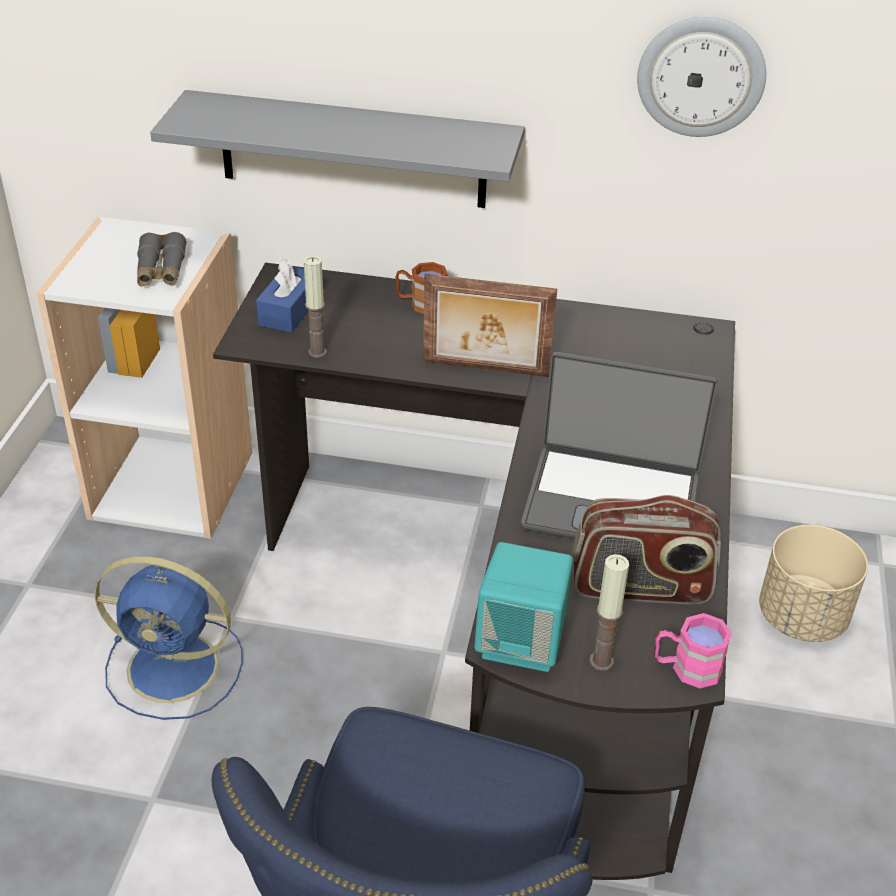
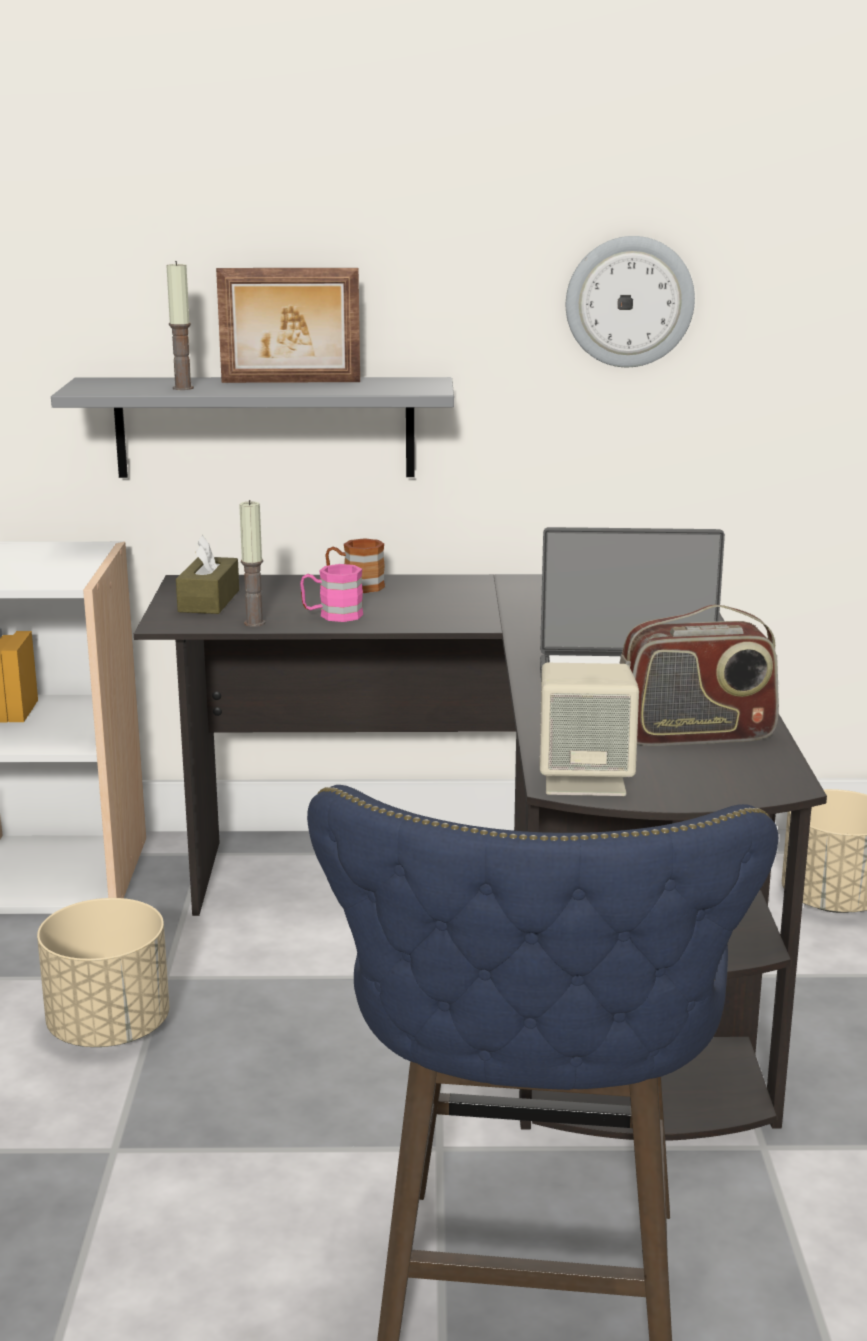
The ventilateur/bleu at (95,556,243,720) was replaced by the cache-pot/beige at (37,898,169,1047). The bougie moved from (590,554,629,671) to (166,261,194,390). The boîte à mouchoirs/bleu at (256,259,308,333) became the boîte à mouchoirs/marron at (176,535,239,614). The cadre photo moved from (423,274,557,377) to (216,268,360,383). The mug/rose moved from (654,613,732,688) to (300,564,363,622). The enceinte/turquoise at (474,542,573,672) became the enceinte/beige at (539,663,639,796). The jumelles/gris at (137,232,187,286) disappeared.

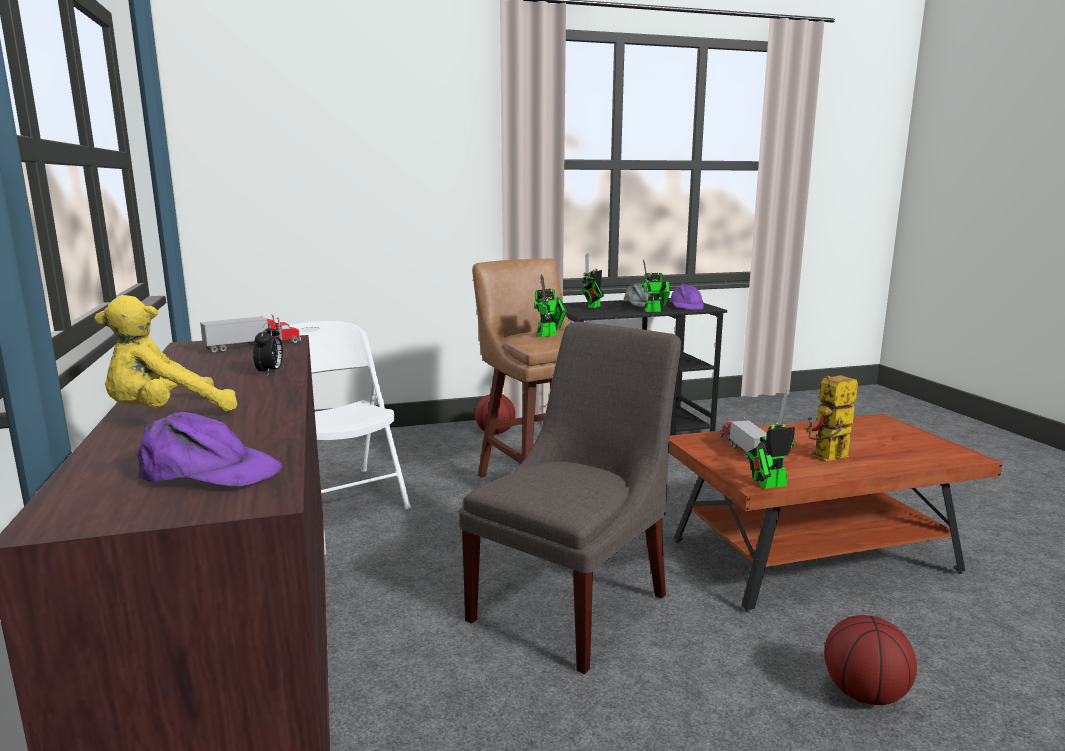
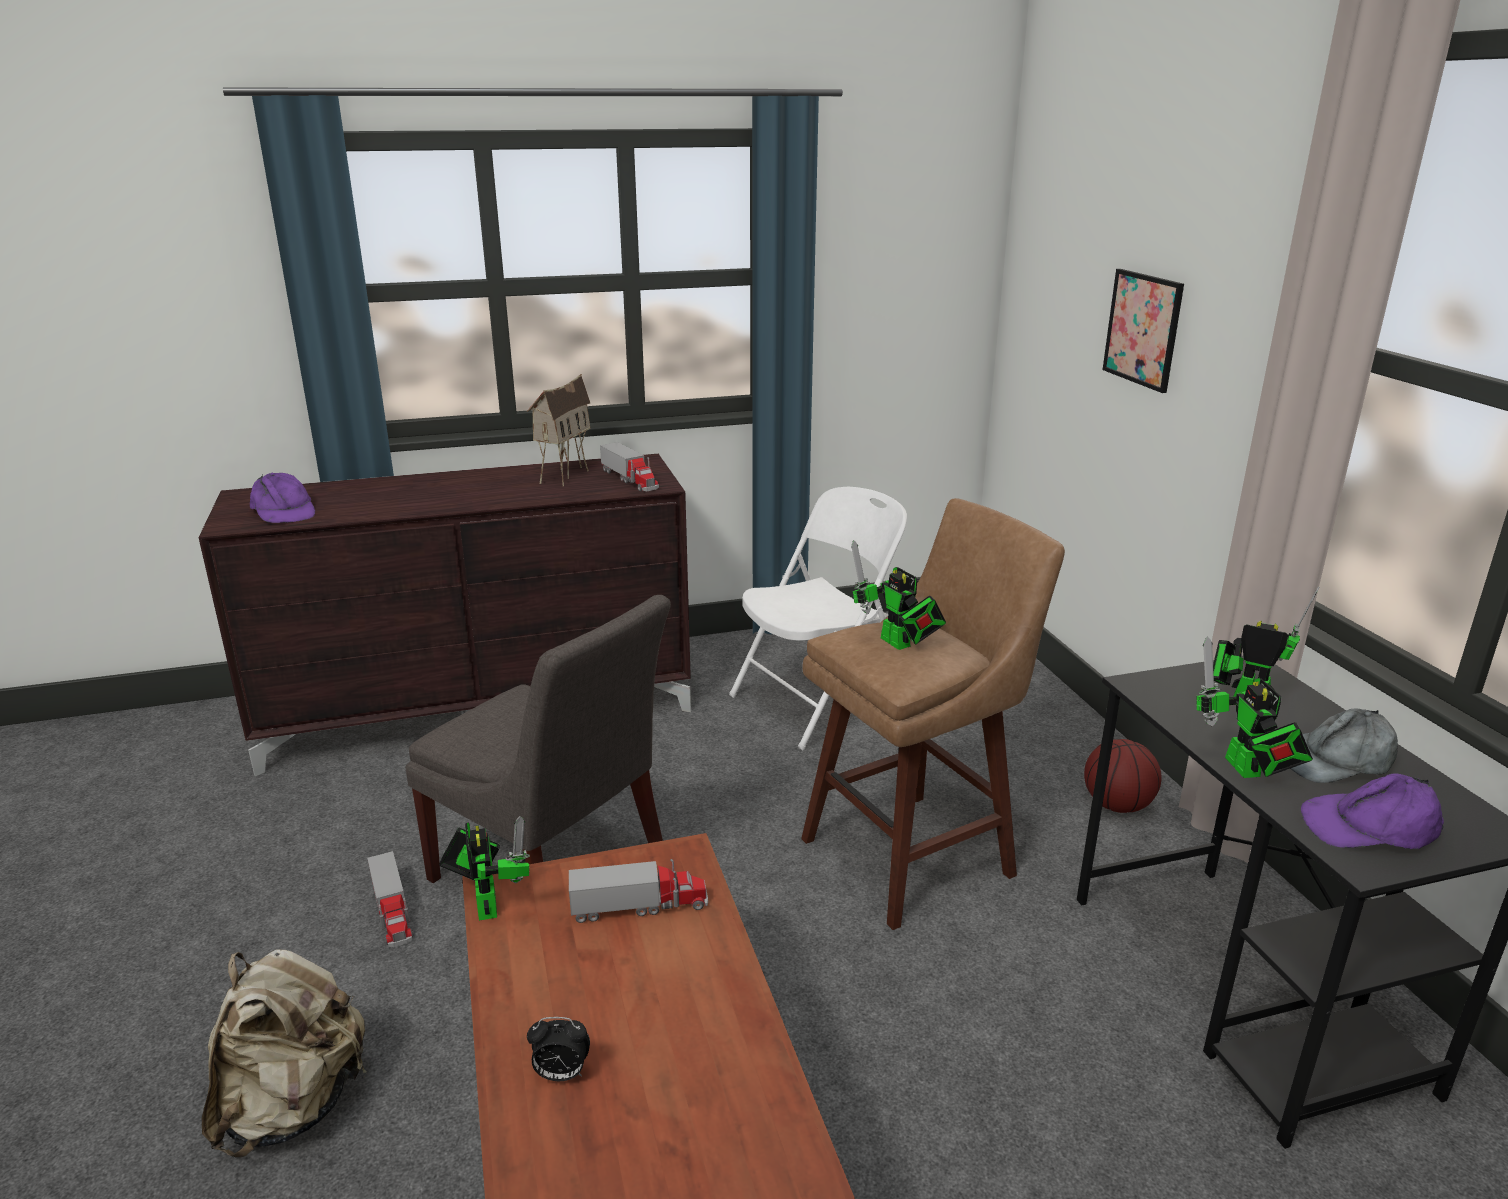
The ballon de basket at (824,615,917,705) was replaced by the sac à dos/beige at (202,949,367,1158). The casquette/violet at (137,412,282,487) turned 45 degrees counterclockwise. The camion jouet at (368,851,413,947) appeared. The maison miniature at (527,374,590,487) appeared. The réveil moved from (253,322,283,374) to (527,1017,590,1081). The tableau at (1103,269,1184,393) appeared. The peluche/jaune at (95,295,237,412) disappeared. The robot jouet at (805,375,858,461) disappeared.

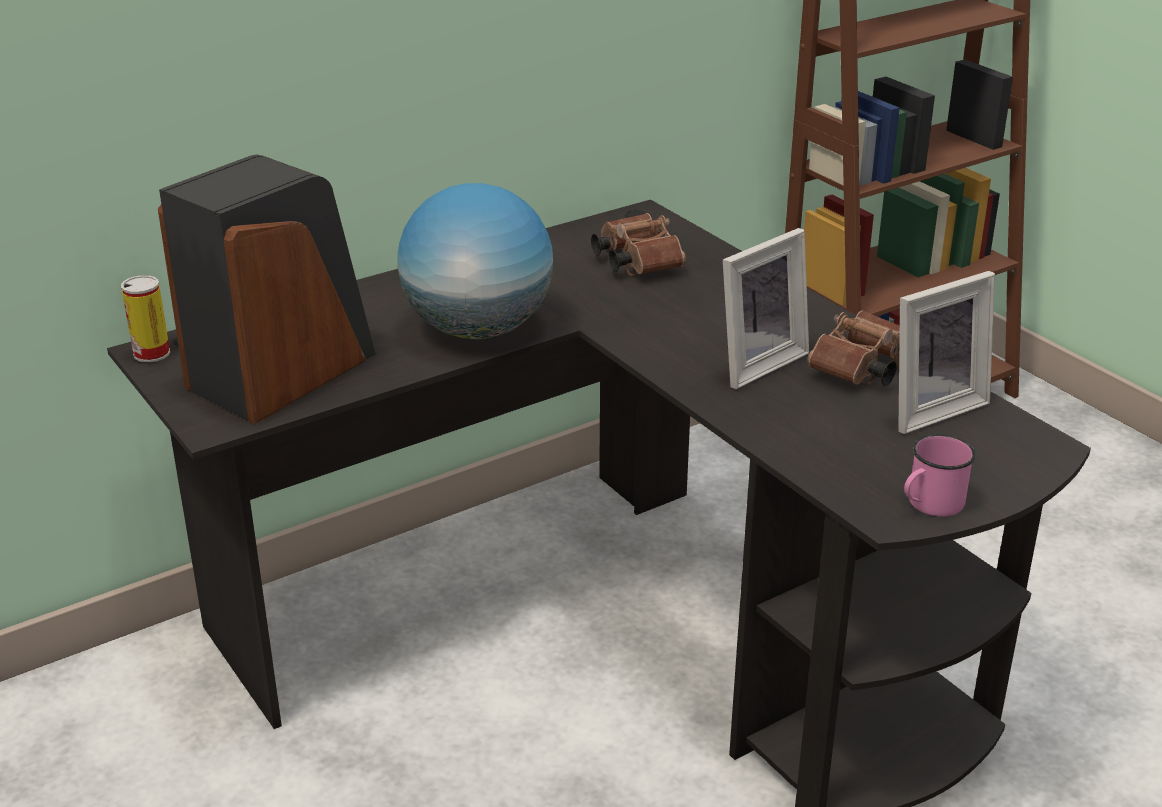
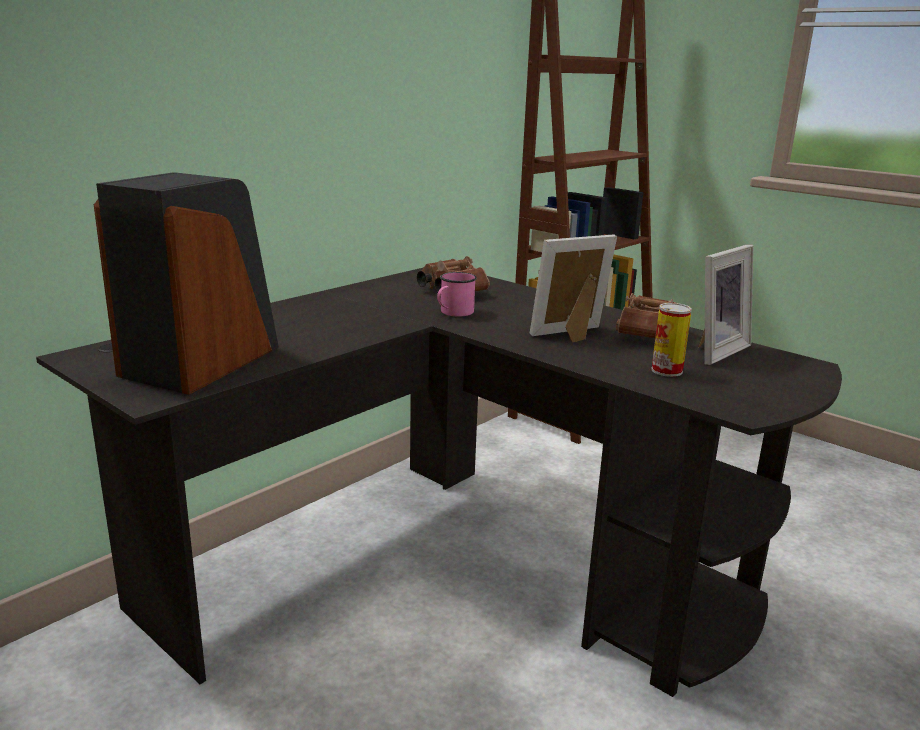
The mug/rose moved from (904,434,976,516) to (437,272,477,317). The cadre photo at (723,228,809,389) turned 150 degrees counterclockwise. The boîte métallique moved from (121,275,170,362) to (652,303,692,377). The globe at (397,183,553,339) disappeared.

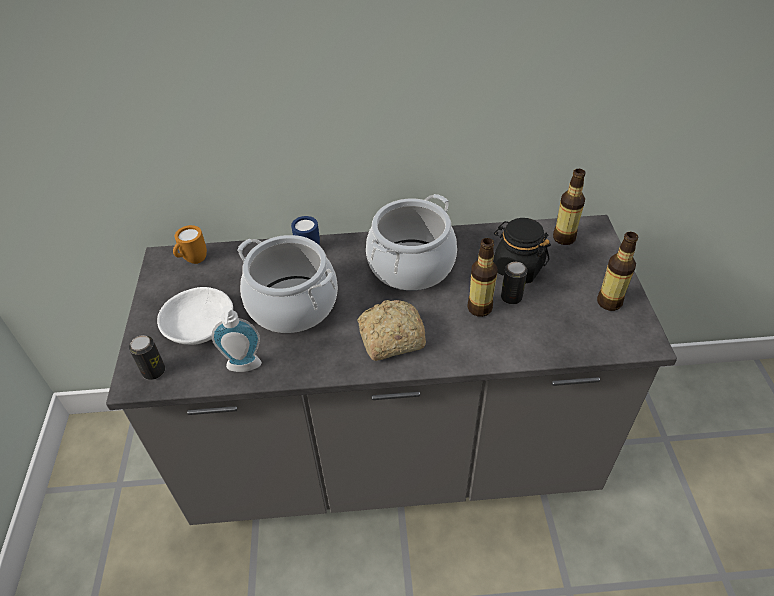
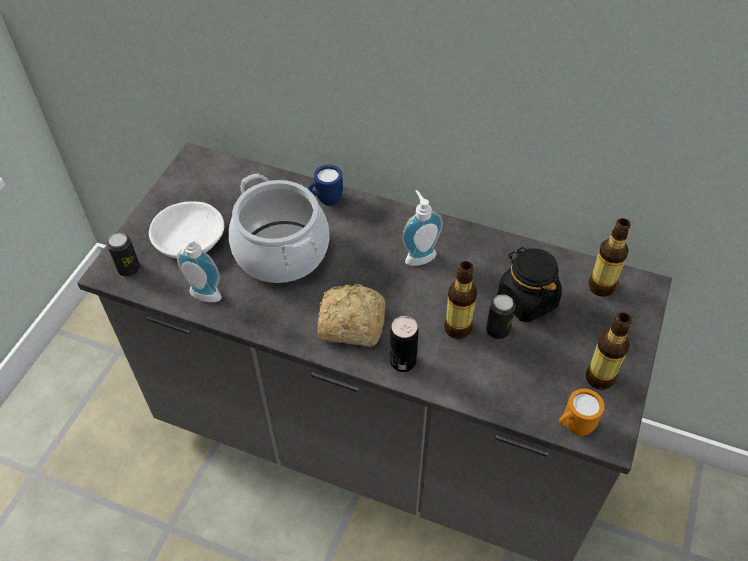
The boîte métallique at (390,316,418,372) appeared. The marmite at (366,194,457,291) was replaced by the distributeur de savon at (402,190,443,266). The mug/orange moved from (173,225,207,264) to (559,389,605,436).

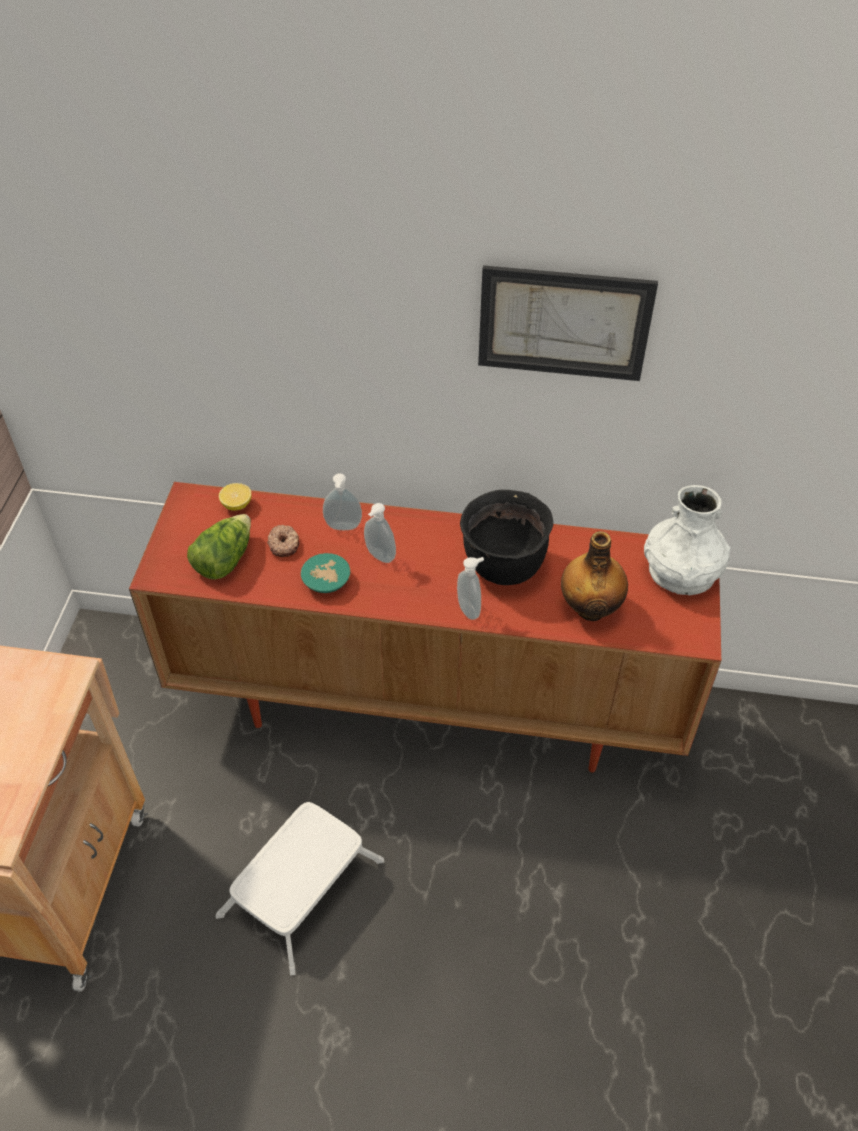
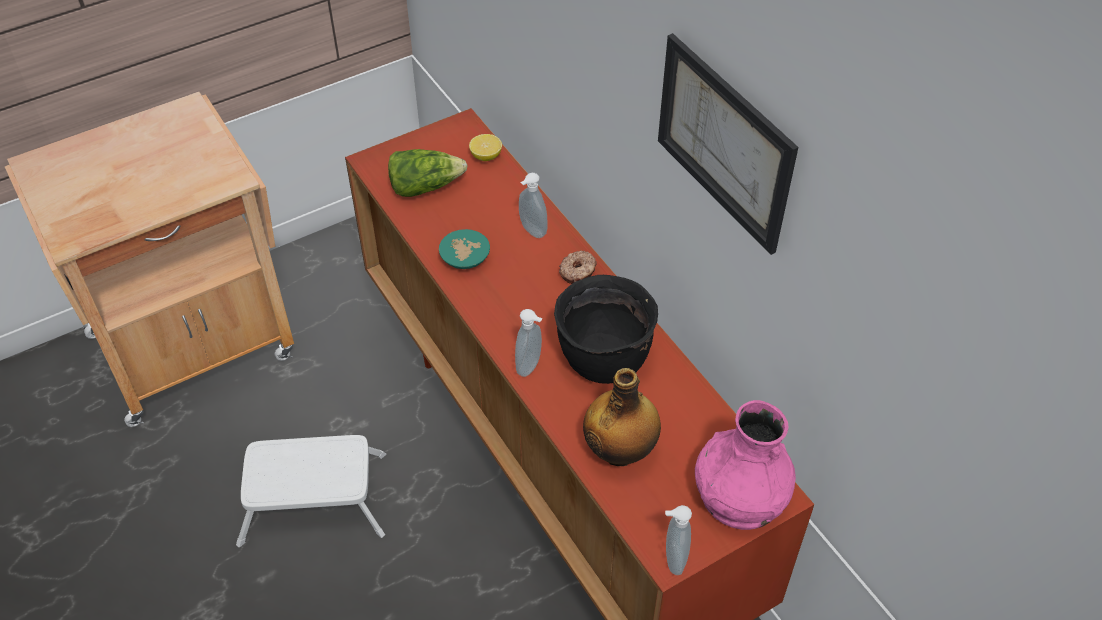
The beignet moved from (267,525,299,557) to (559,250,597,284). The distributeur de savon moved from (364,503,396,563) to (665,505,692,575). The vase/blanc at (644,485,730,595) became the vase/rose at (695,400,796,530).

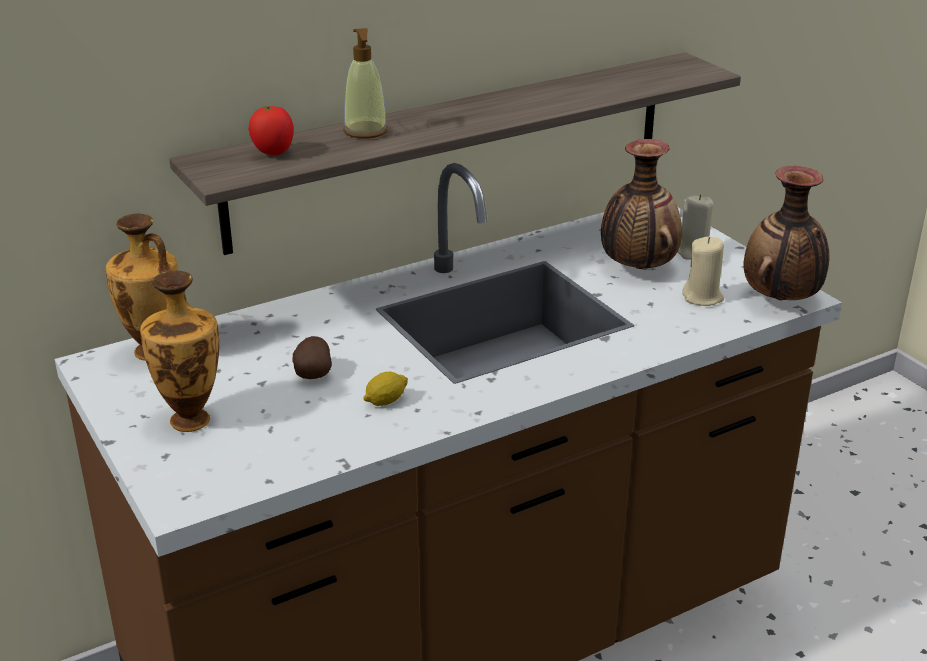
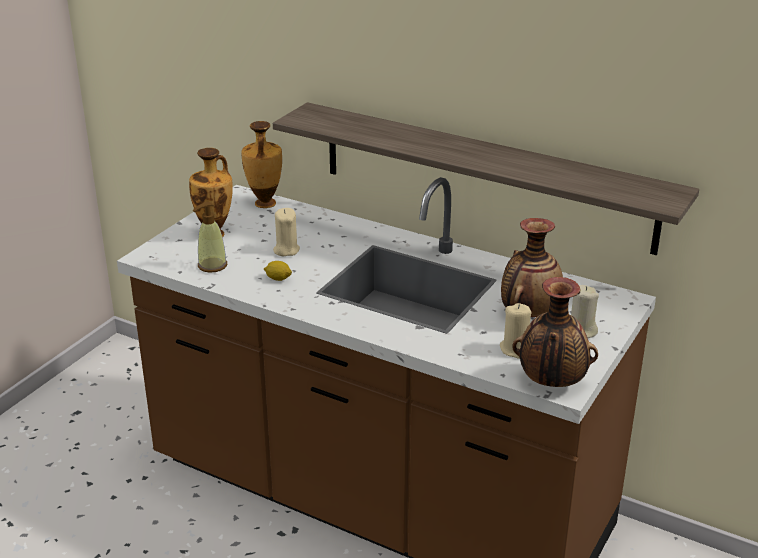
The distributeur de savon moved from (343,28,388,139) to (193,202,227,273). The pomme de terre at (292,336,332,379) was replaced by the bougie/beige at (273,208,300,256). The tomate at (249,106,294,155) disappeared.

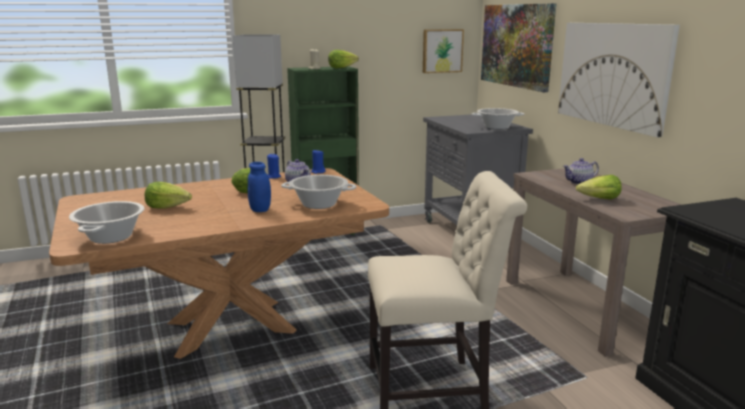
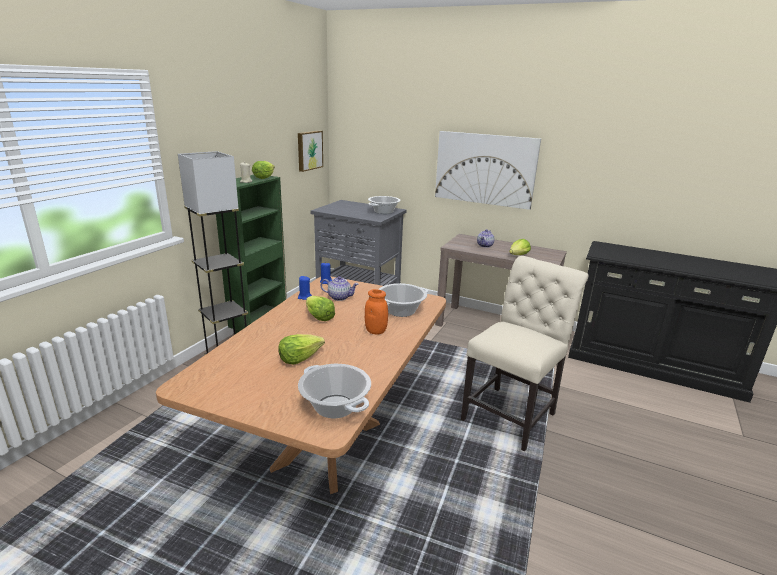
The bocal/bleu at (248,162,271,212) became the bocal/orange at (365,289,388,334). The tableau at (481,3,556,92) disappeared.

